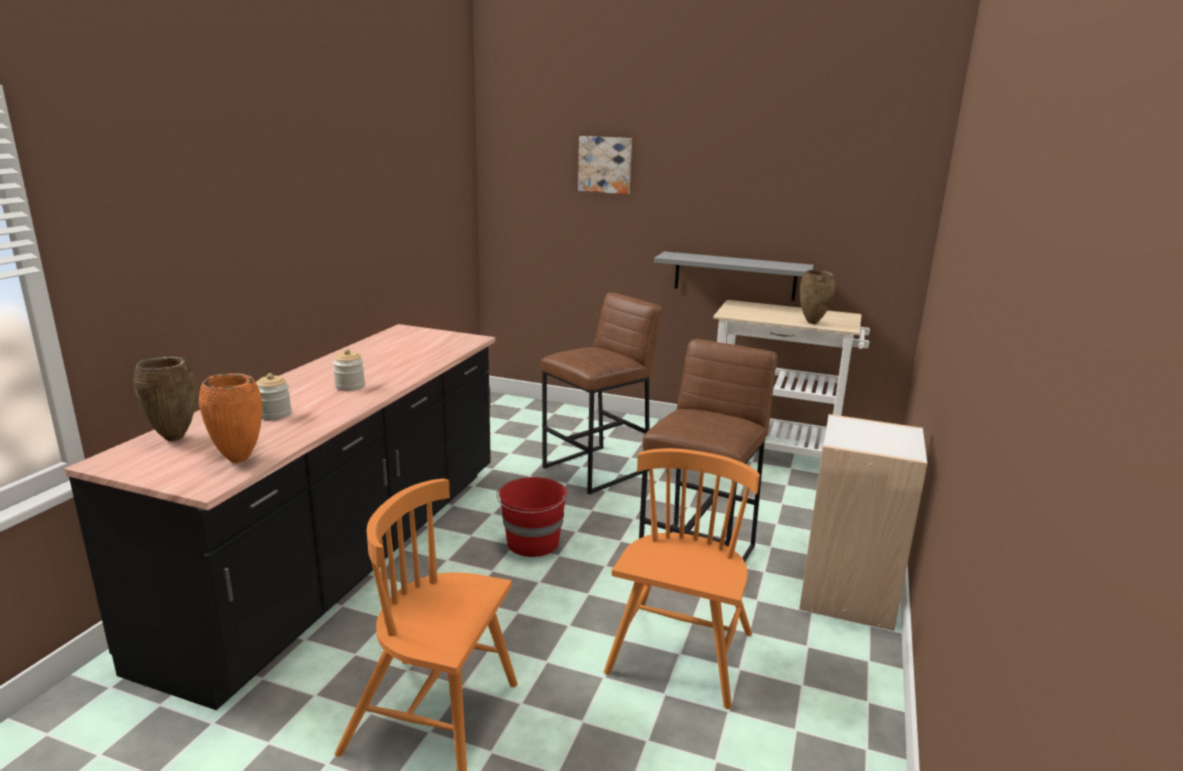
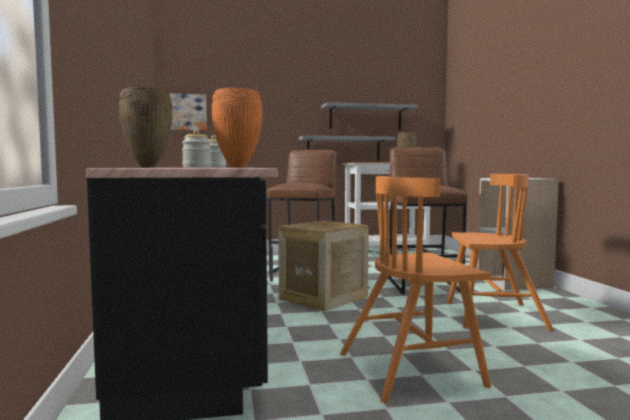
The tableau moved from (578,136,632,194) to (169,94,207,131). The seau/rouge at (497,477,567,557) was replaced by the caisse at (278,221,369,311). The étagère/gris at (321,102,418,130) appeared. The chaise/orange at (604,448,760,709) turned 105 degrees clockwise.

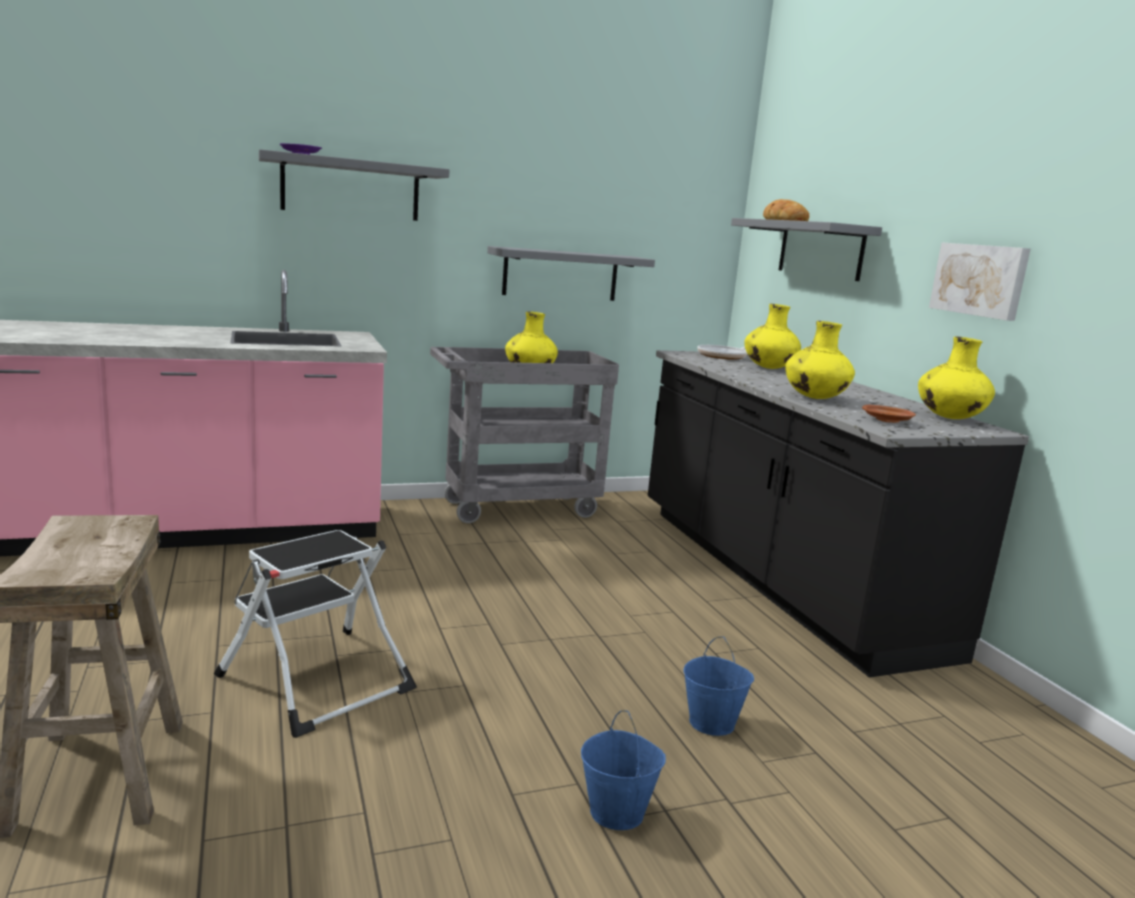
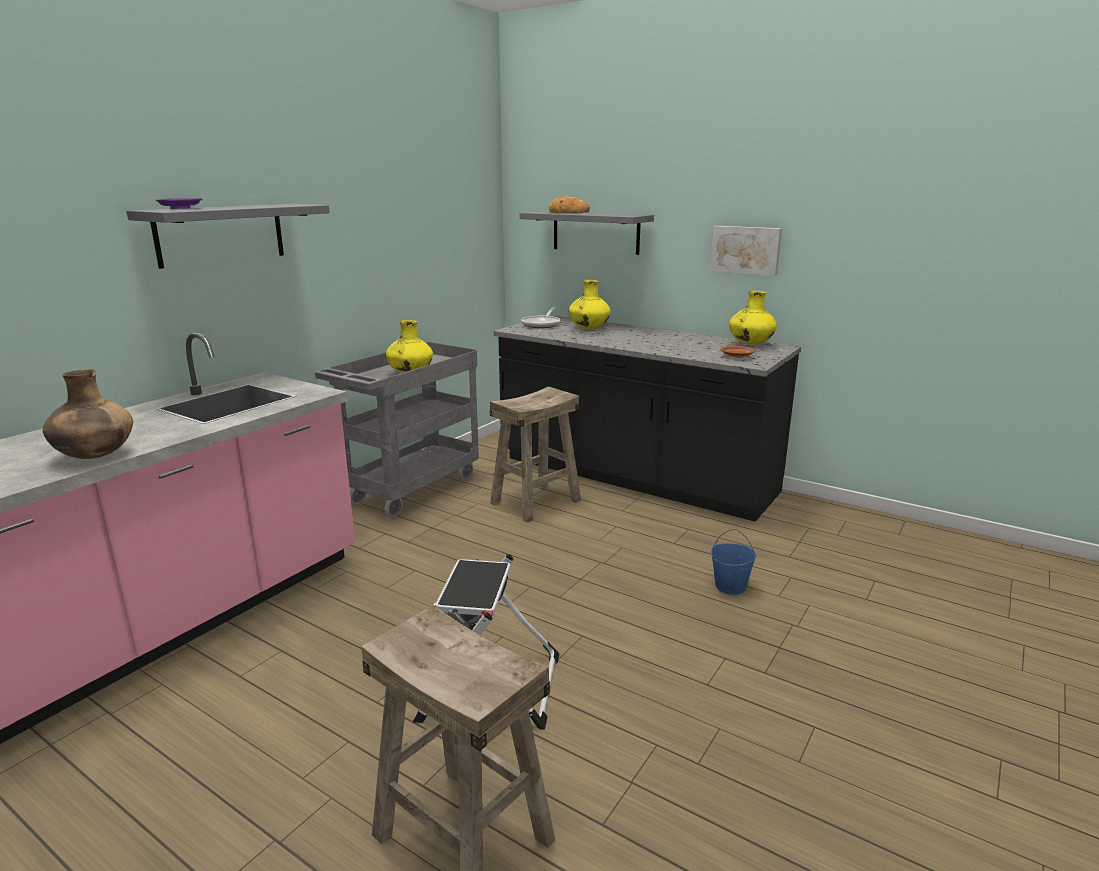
The vase/marron at (43,369,133,459) appeared. The tabouret/beige at (490,386,581,522) appeared. The étagère/gris at (487,246,655,301) disappeared. The seau/bleu at (581,710,666,830) disappeared. The vase/jaune at (785,321,855,399) disappeared.

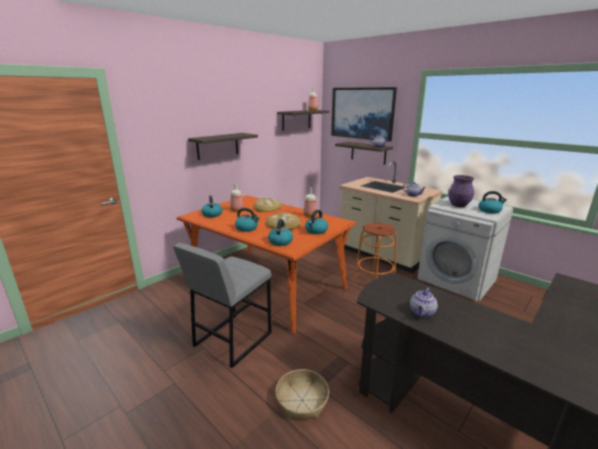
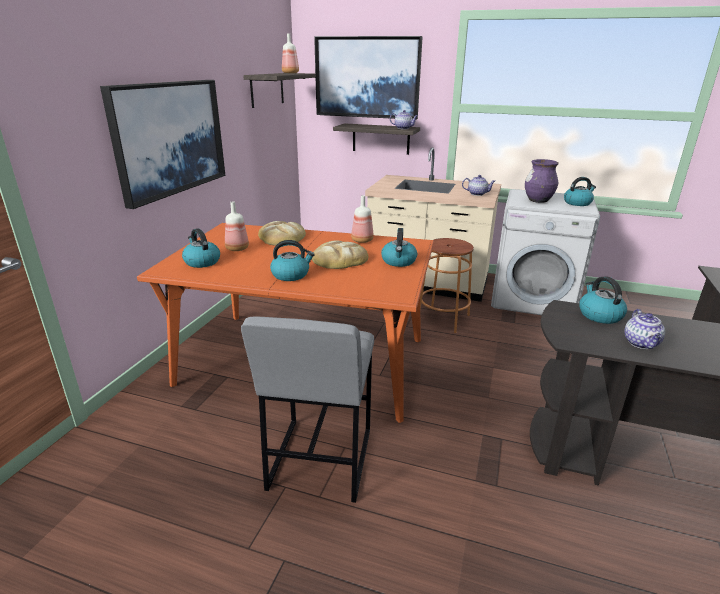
The étagère at (188,133,258,160) was replaced by the tableau at (100,80,225,209). The bouilloire moved from (268,219,293,246) to (579,276,627,324). The panier at (275,369,329,420) disappeared.

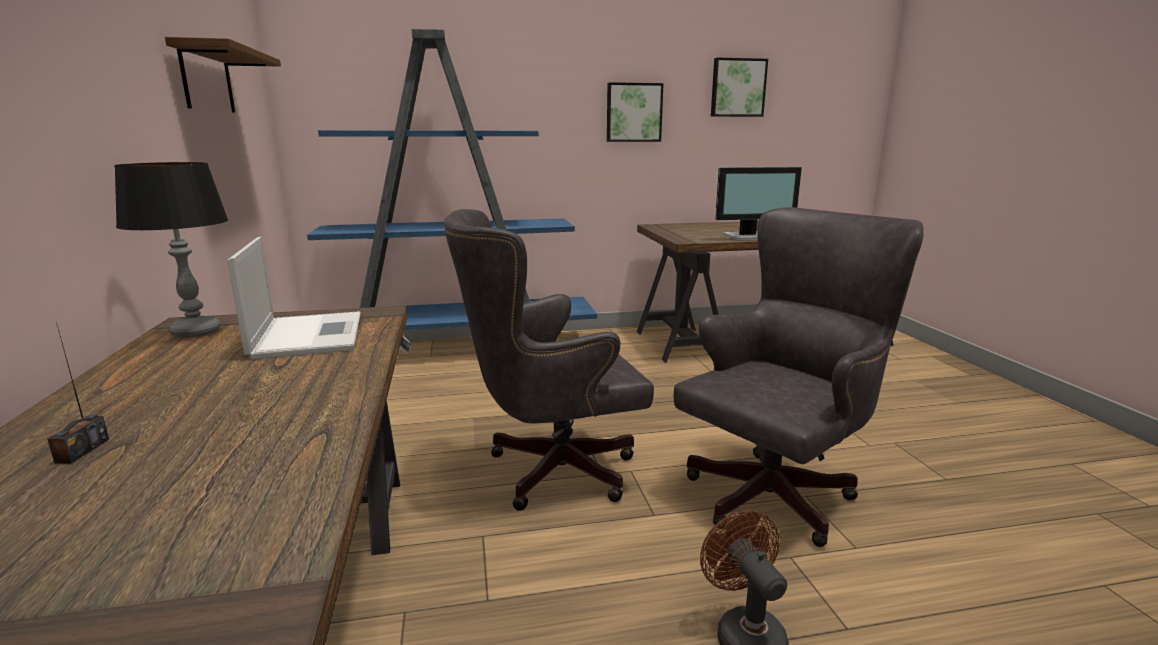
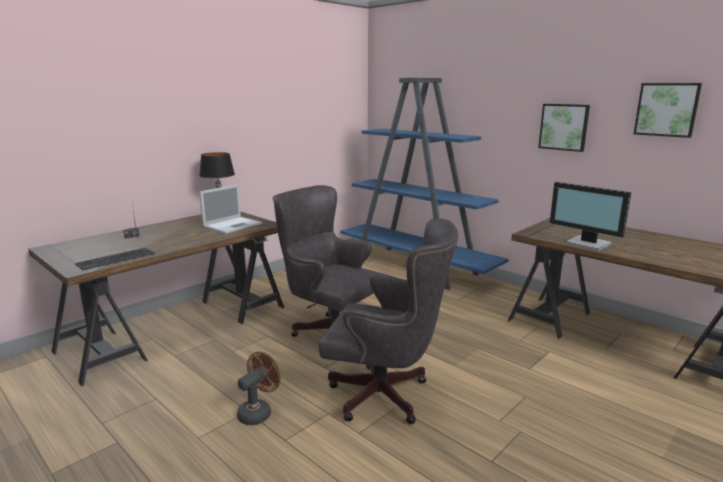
The clavier at (75,248,155,270) appeared. The étagère/marron at (165,37,281,112) disappeared.

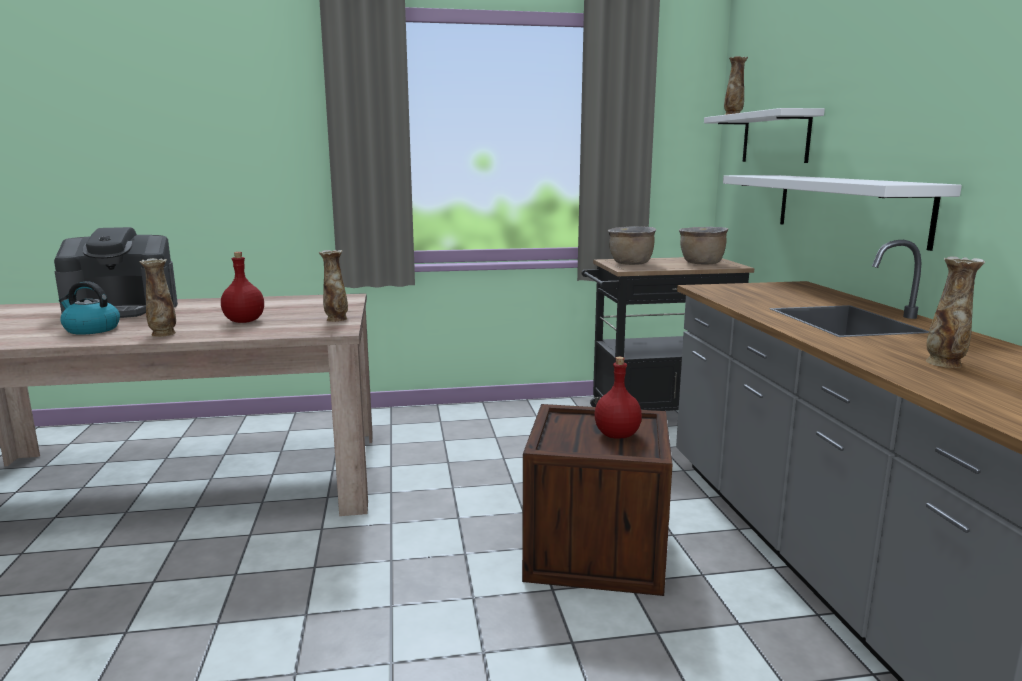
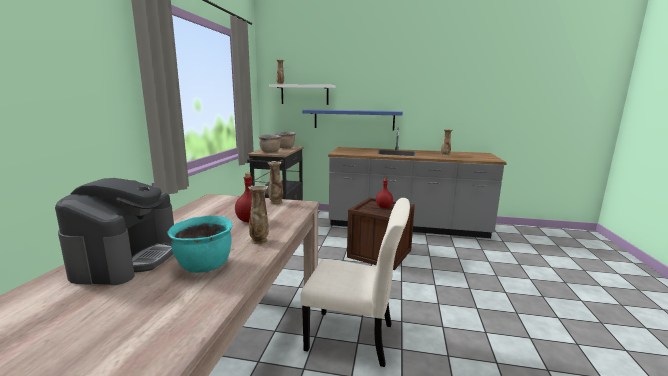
The bouilloire at (59,281,120,335) was replaced by the marmite/turquoise at (167,215,232,273). The chaise/beige at (300,198,410,367) appeared. The étagère/blanc at (723,175,962,251) became the étagère/bleu at (302,109,403,130).

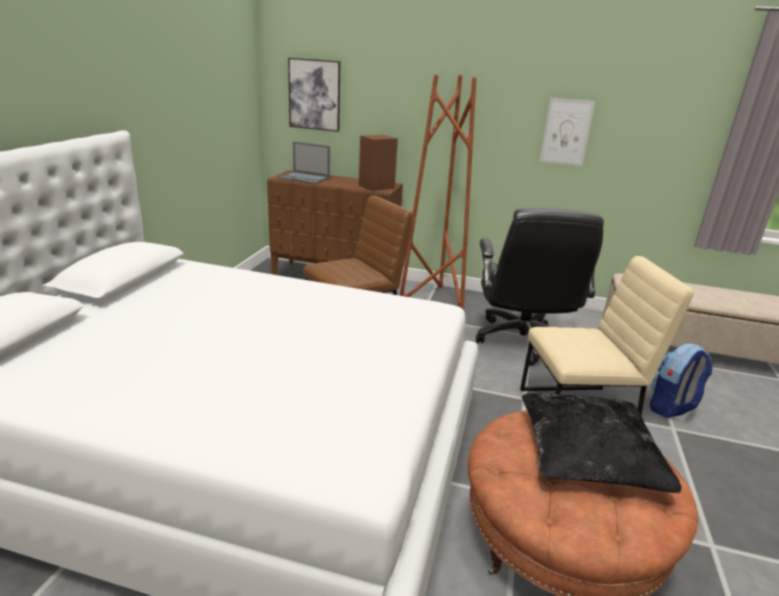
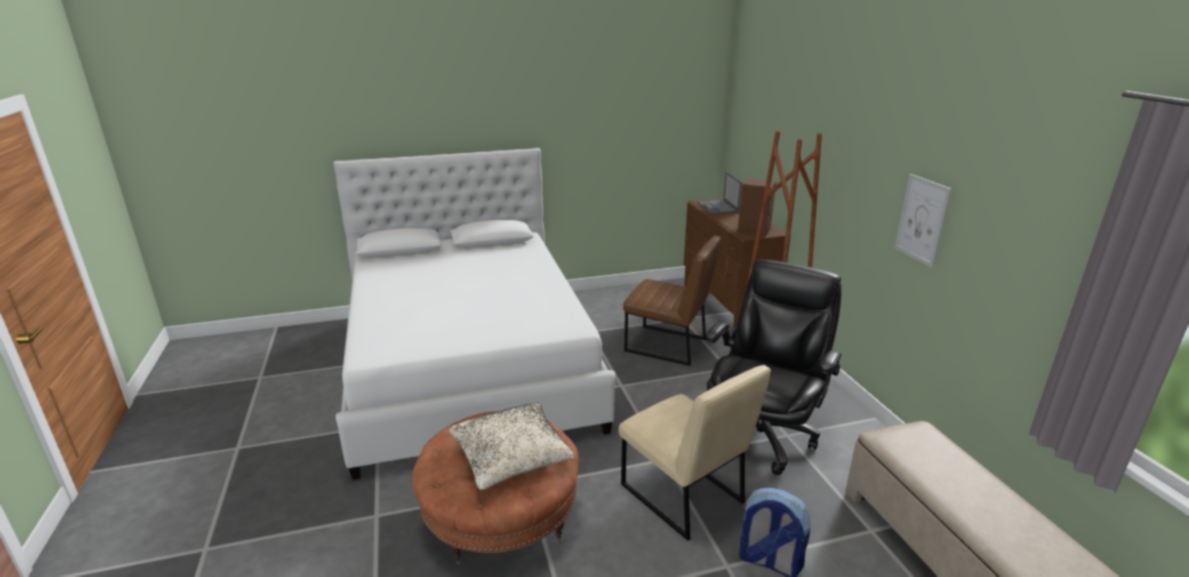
The coussin/noir at (522,393,682,493) became the coussin/beige at (449,403,573,490). The chaise de bureau/noir at (476,208,604,366) turned 150 degrees clockwise. The tableau at (288,58,341,132) disappeared.

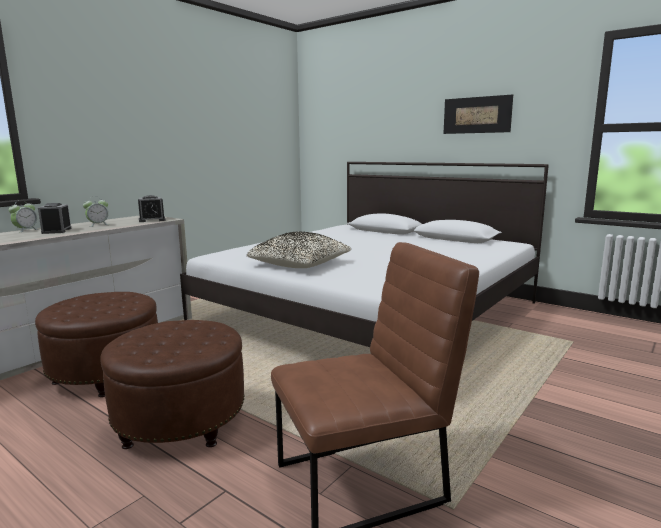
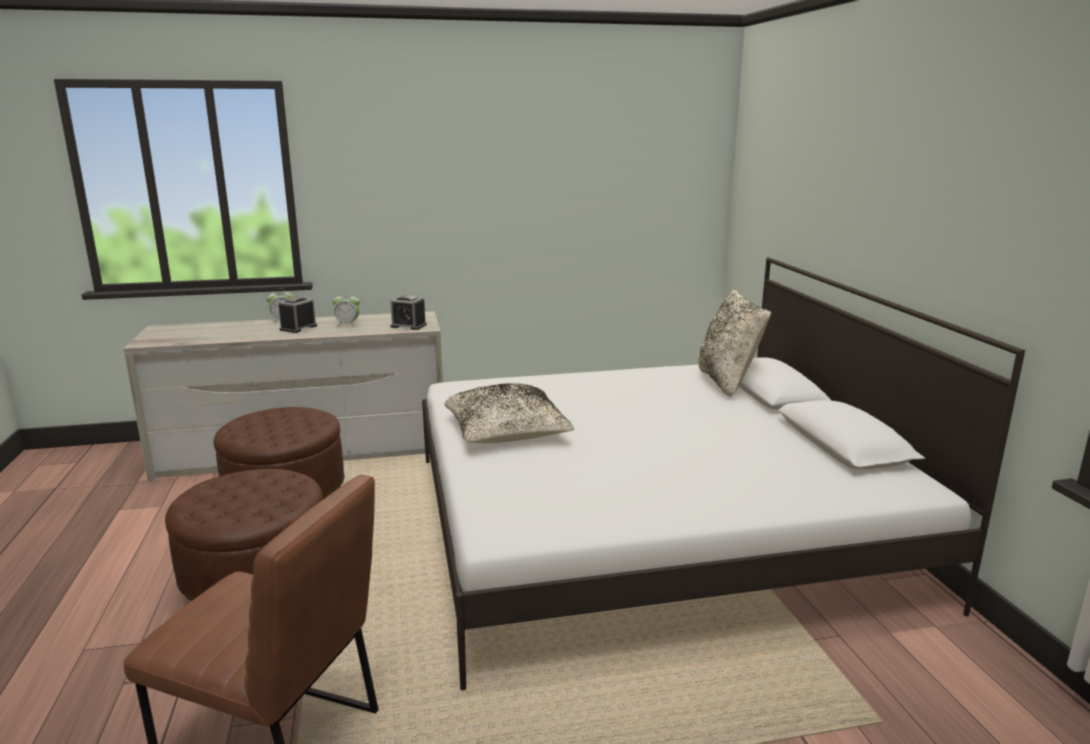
The coussin/beige at (698,289,771,397) appeared. The tableau at (443,94,513,134) disappeared.

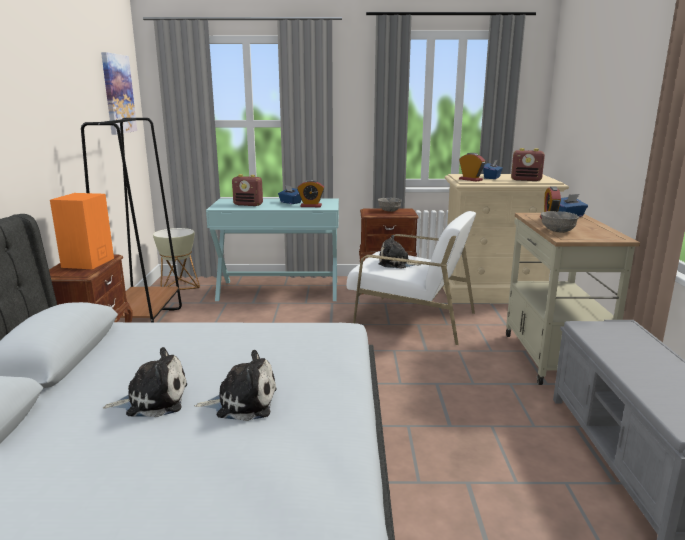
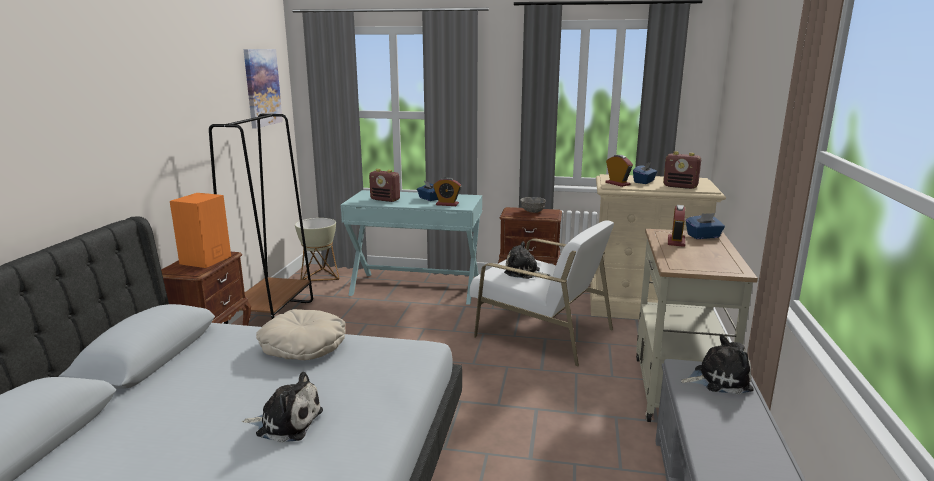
The coussin/beige at (256,309,346,360) appeared. The peluche moved from (103,347,187,417) to (681,335,754,394). The bol/gris at (541,211,579,233) disappeared.

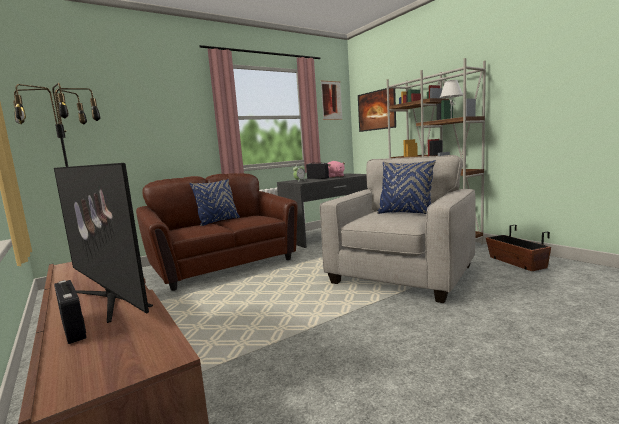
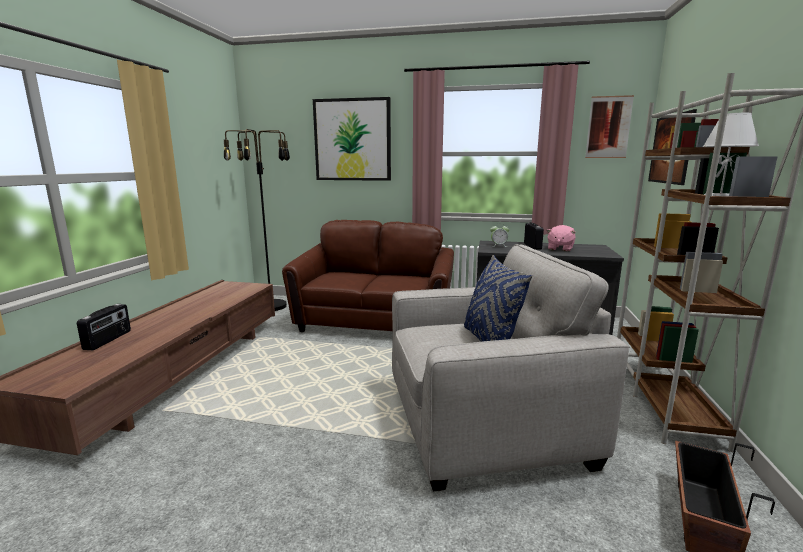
The tableau at (313,97,391,181) appeared. The téléviseur at (54,163,153,323) disappeared. The coussin/bleu at (189,179,240,226) disappeared.

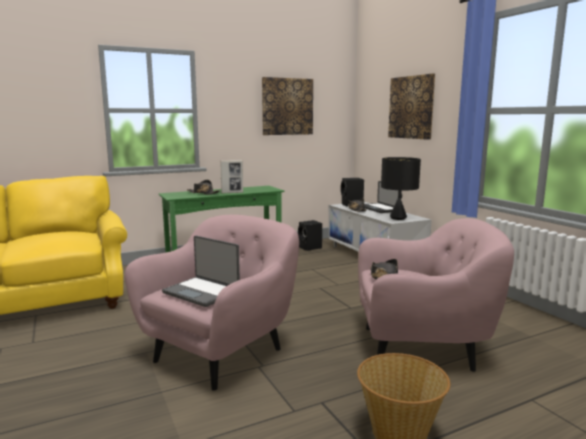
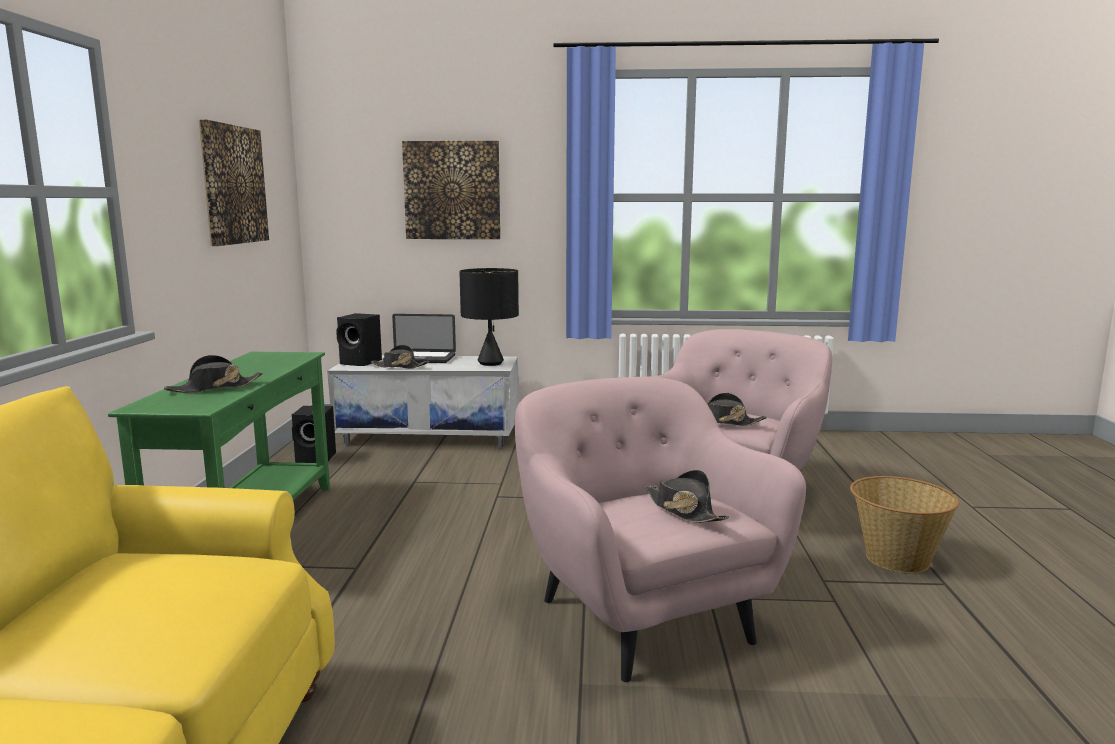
The ordinateur portable at (162,236,240,307) was replaced by the chapeau/noir at (645,470,730,523). The cadre photo at (220,160,243,193) disappeared.

